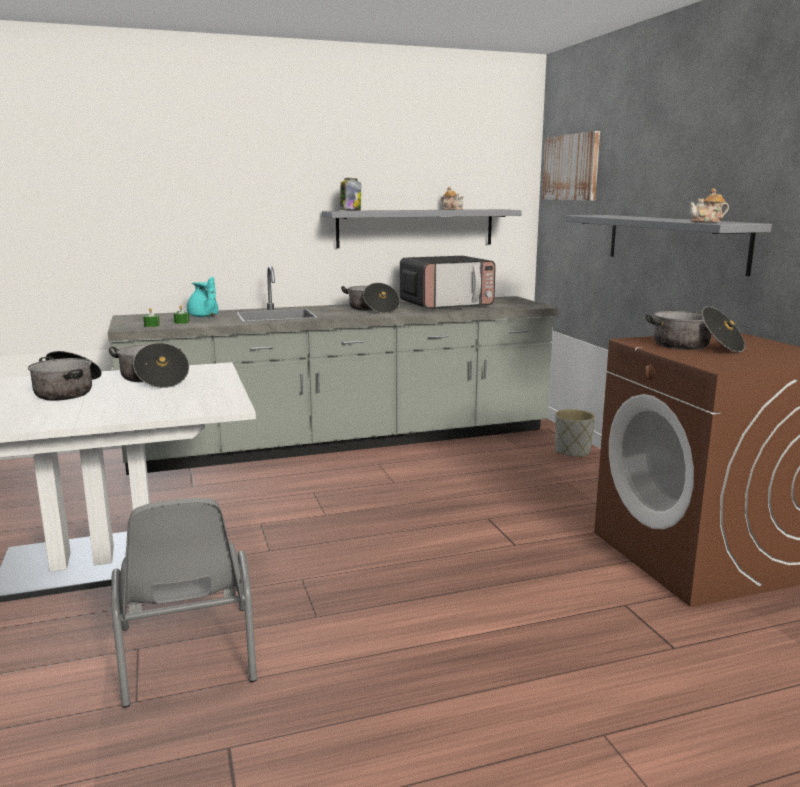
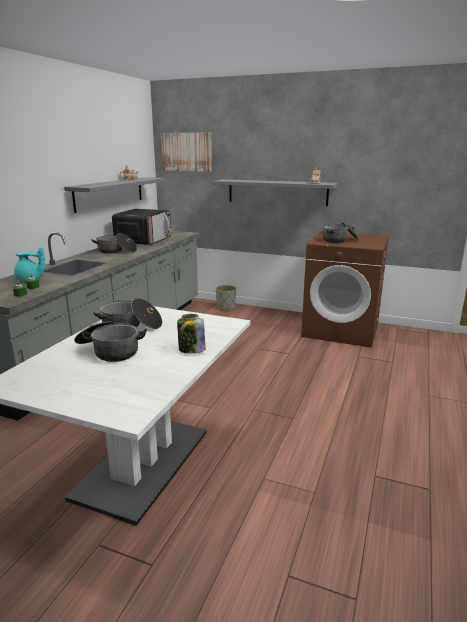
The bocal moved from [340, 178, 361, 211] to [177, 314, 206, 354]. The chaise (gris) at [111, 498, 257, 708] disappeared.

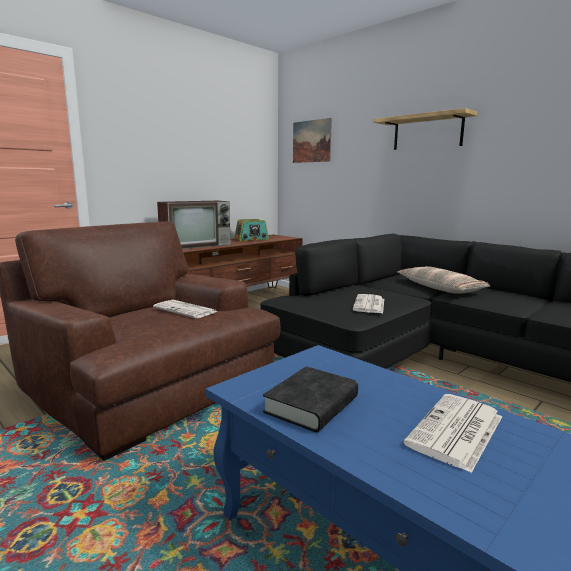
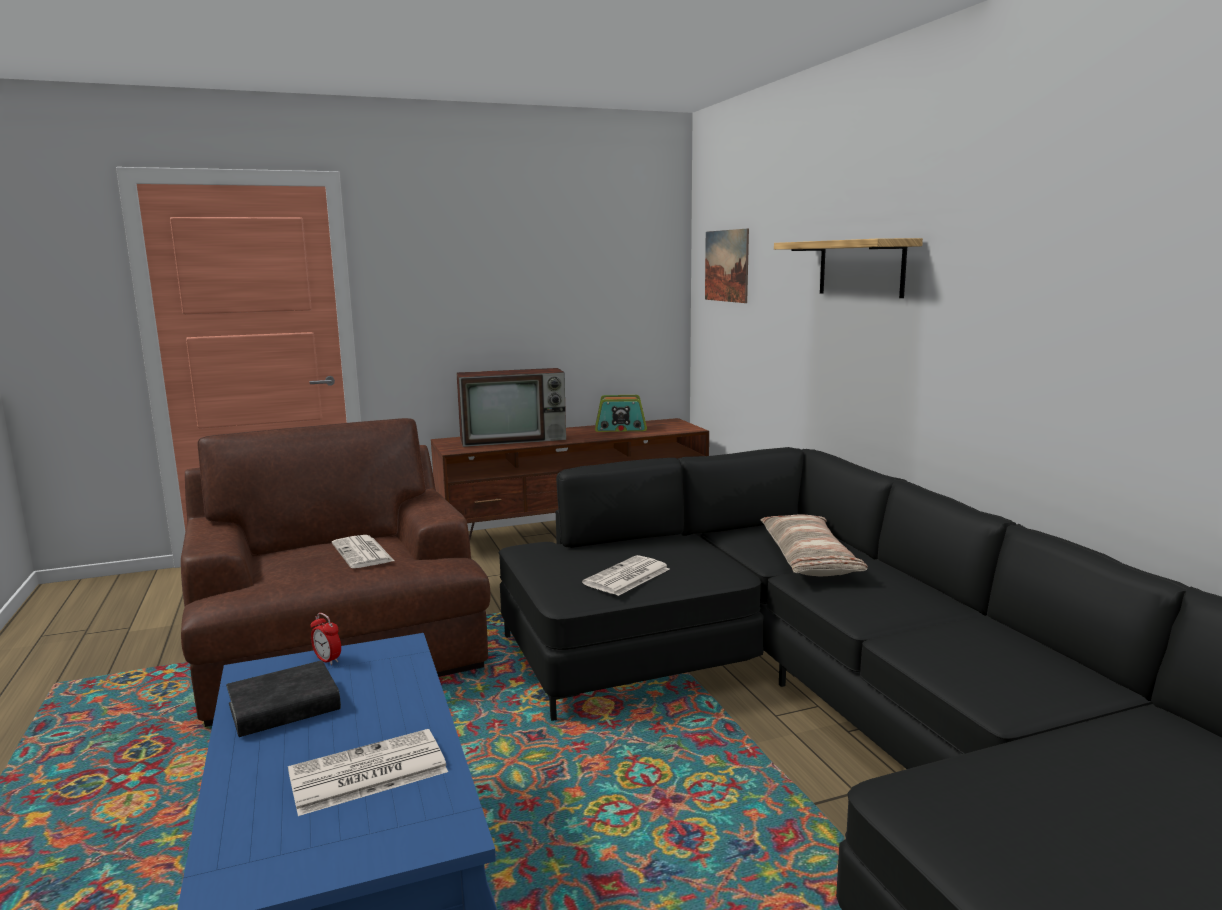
The réveil at [311, 613, 341, 665] appeared.

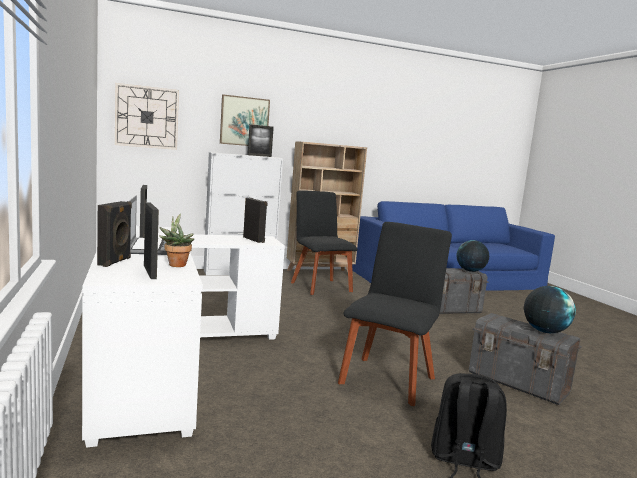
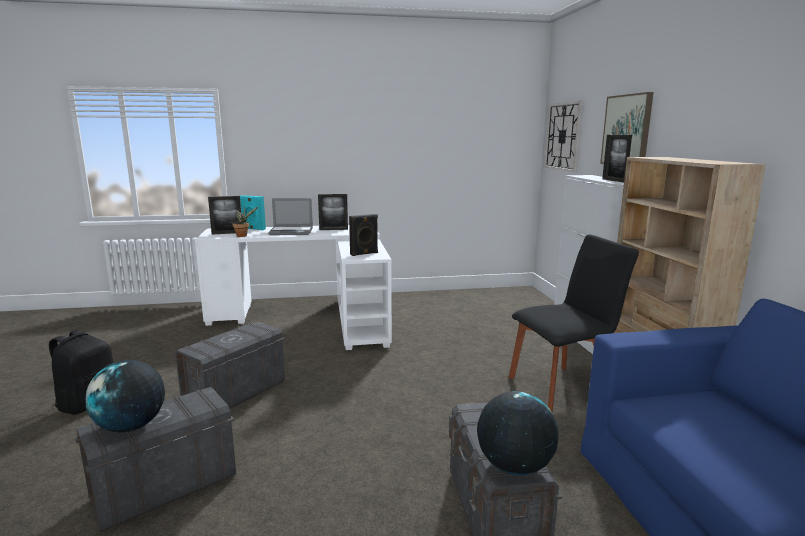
The chaise (noir) at [338, 222, 452, 406] was replaced by the boîte de rangement (gris) at [173, 321, 285, 409]. The enceinte (noir) at [97, 201, 132, 267] became the enceinte (turquoise) at [240, 195, 266, 230].

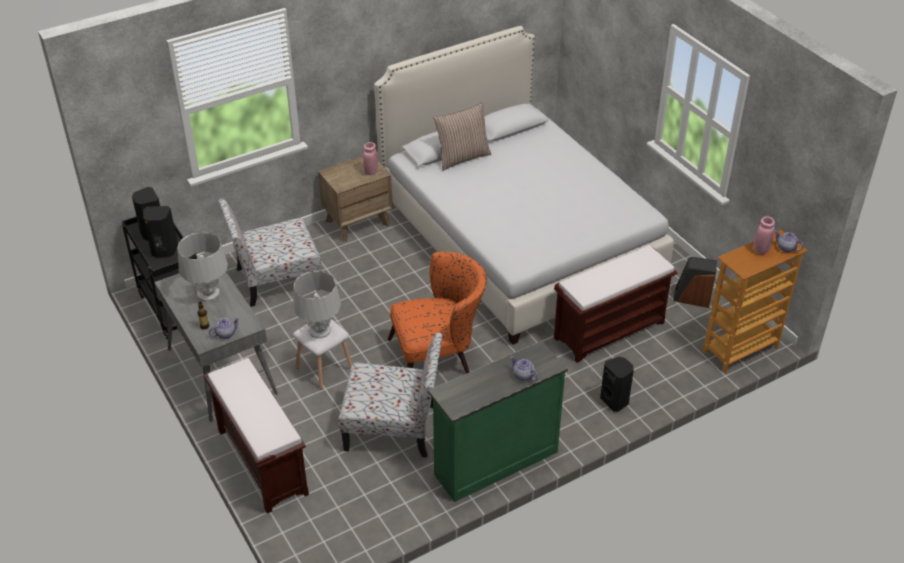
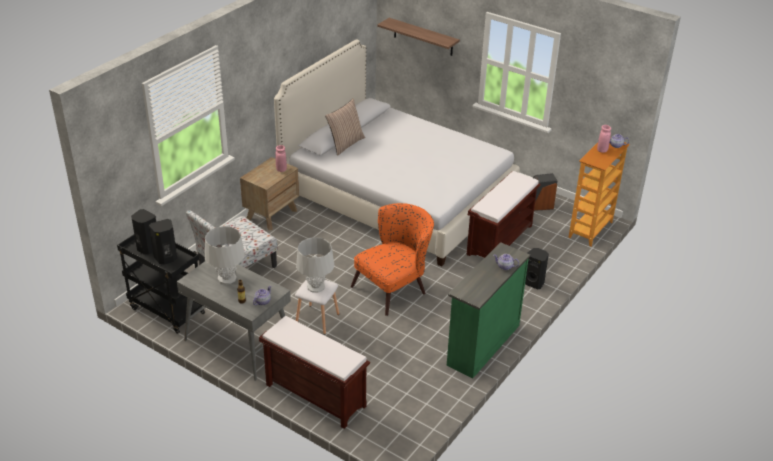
The étagère at [377, 18, 460, 56] appeared. The chaise at [338, 333, 443, 458] disappeared.

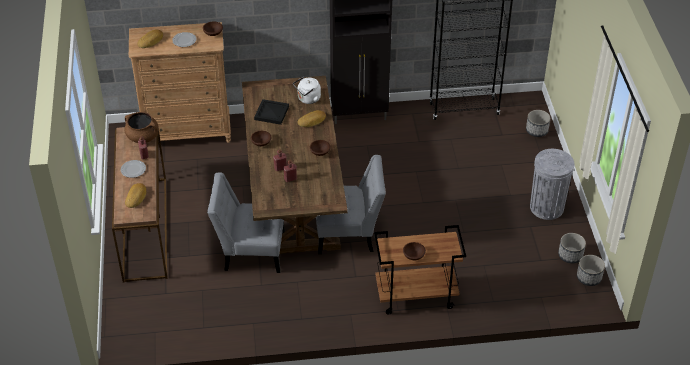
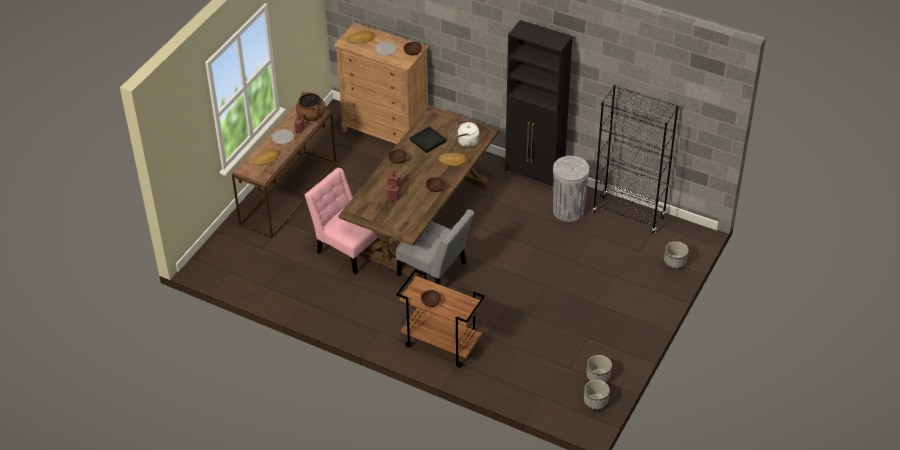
The chaise (gris) at [207, 172, 285, 273] became the chaise (rose) at [305, 168, 378, 275]. The poubelle (gris) moved from [530, 149, 575, 220] to [553, 156, 589, 222].

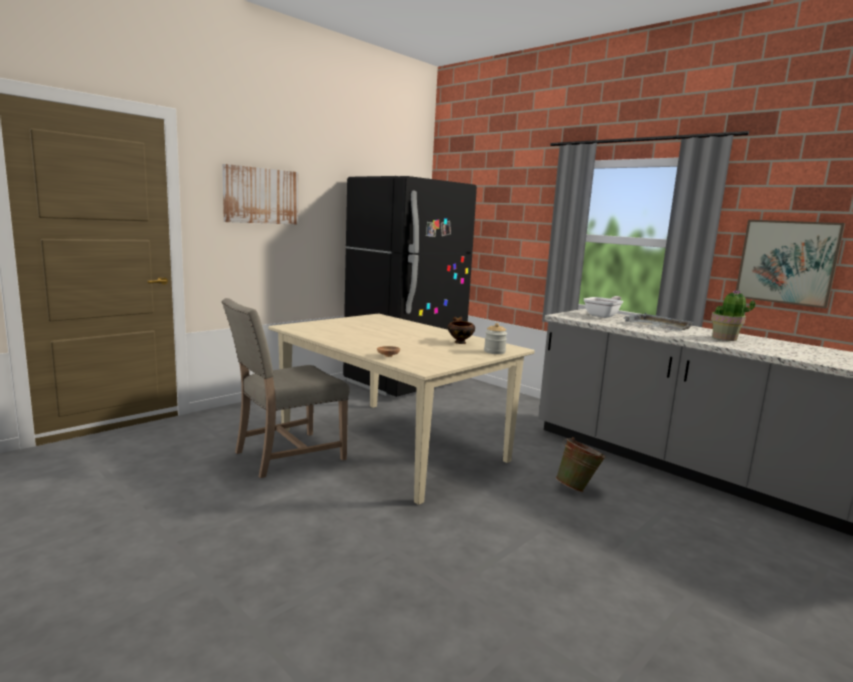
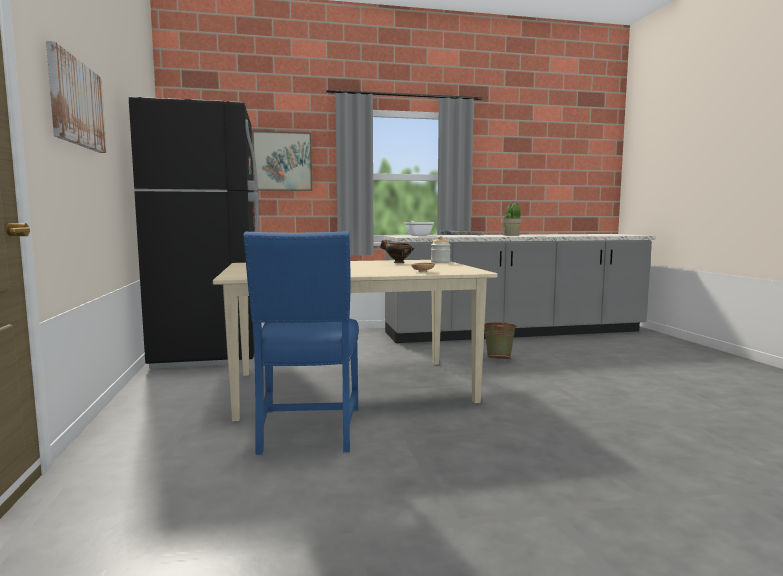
The chaise (beige) at [221, 298, 350, 478] became the chaise (bleu) at [243, 231, 359, 455]. The tableau moved from [736, 220, 845, 308] to [252, 131, 312, 191].

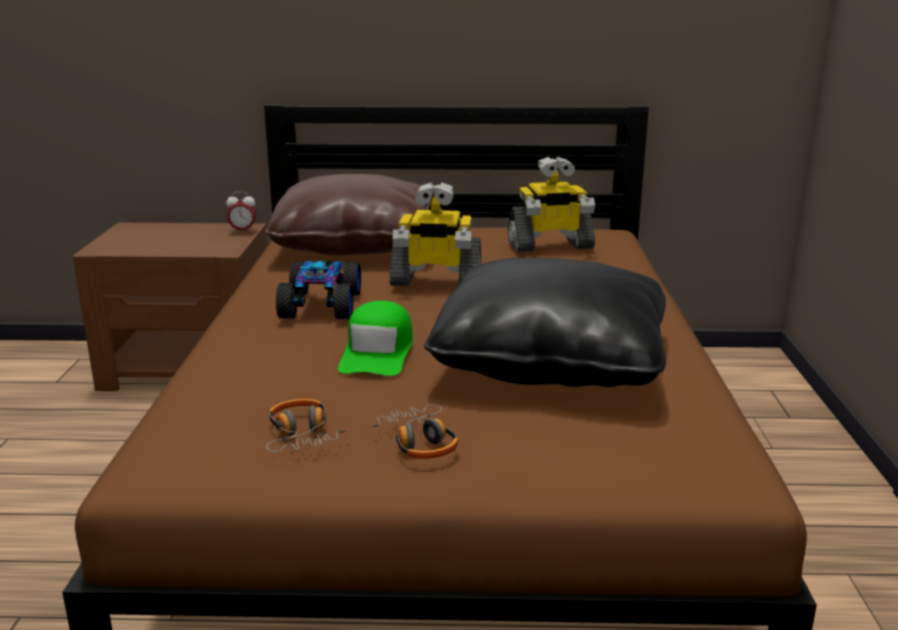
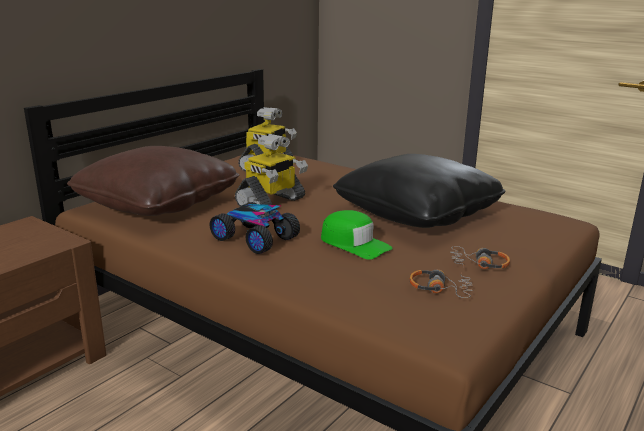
The réveil at [226, 192, 257, 233] disappeared.

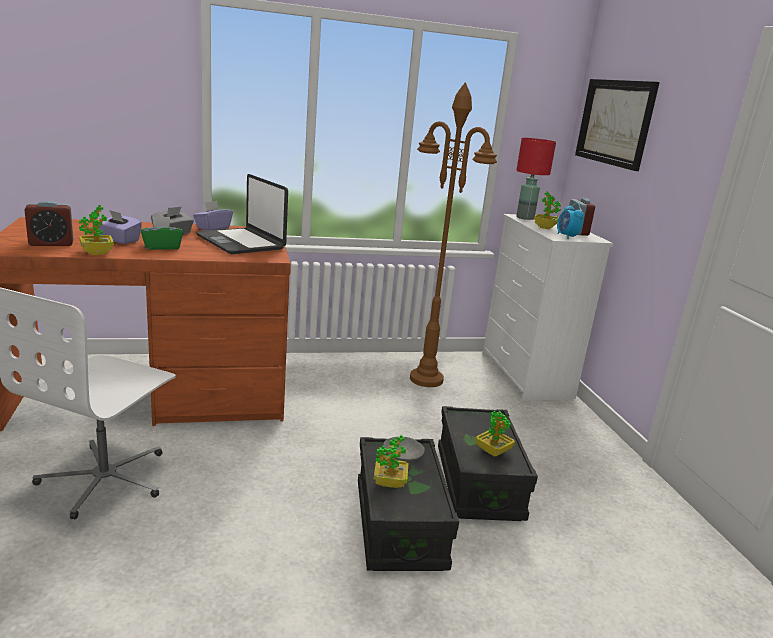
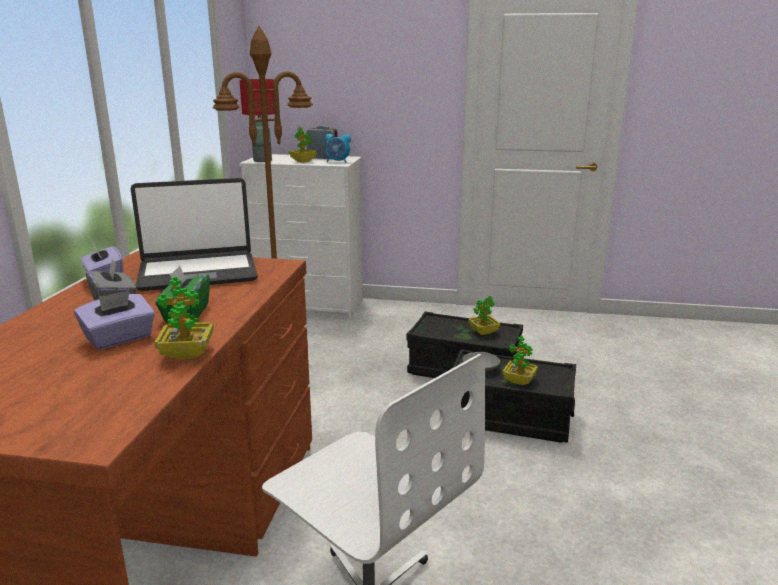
The réveil at [24, 201, 74, 246] disappeared. The tableau at [575, 79, 660, 171] disappeared.

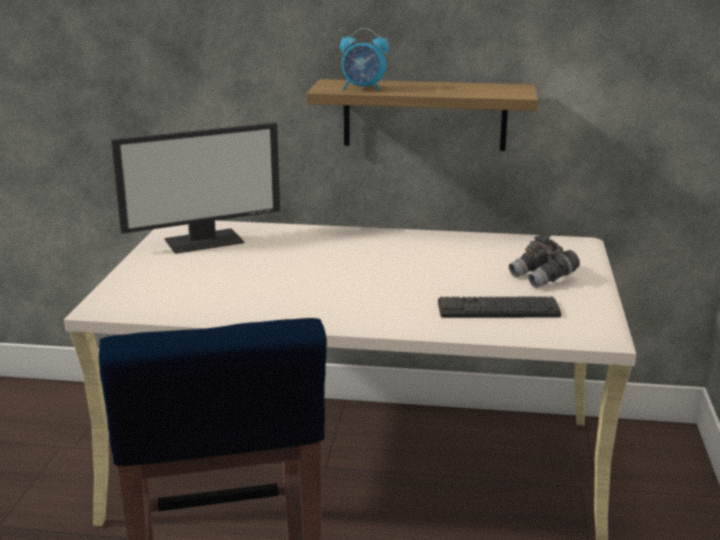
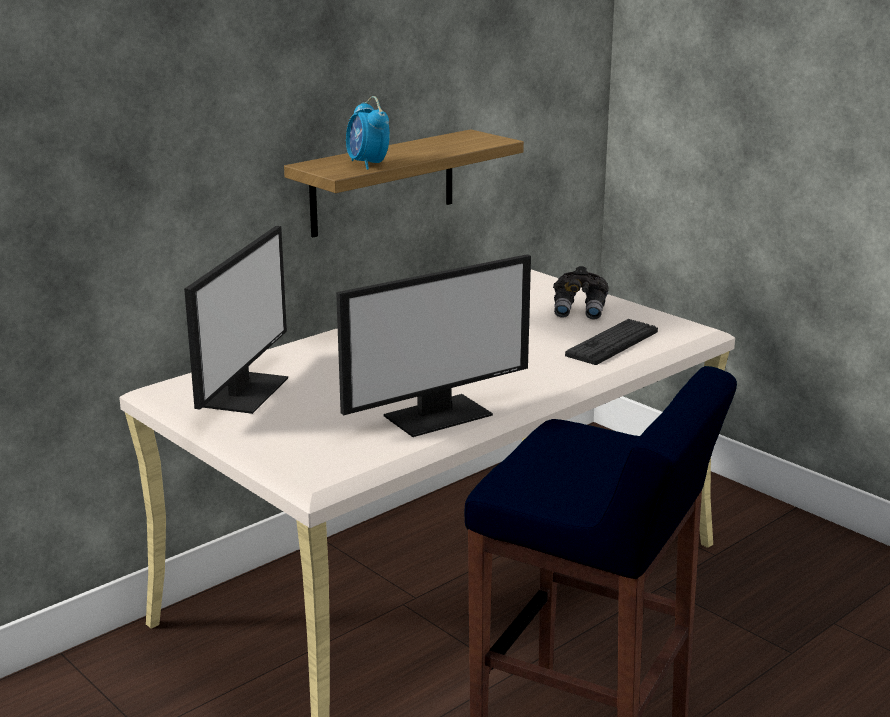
The écran d'ordinateur at [336, 254, 531, 437] appeared. The réveil at [340, 28, 389, 91] turned 105 degrees clockwise.

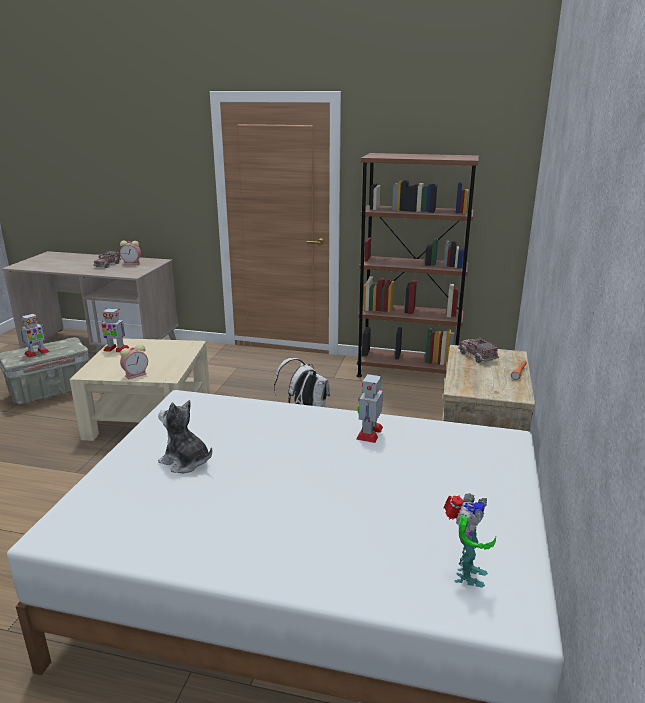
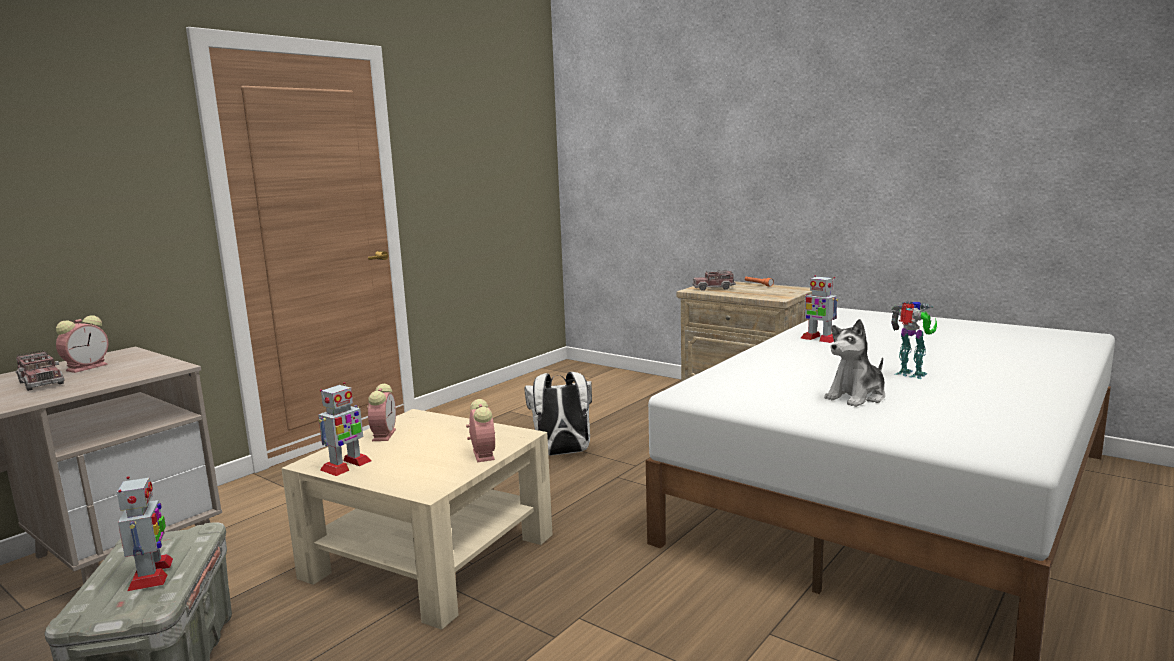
The réveil at [367, 384, 396, 441] appeared. The robot jouet moved from [444, 493, 496, 588] to [891, 300, 937, 379]. The bibliothèque (marron) at [357, 153, 479, 377] disappeared.

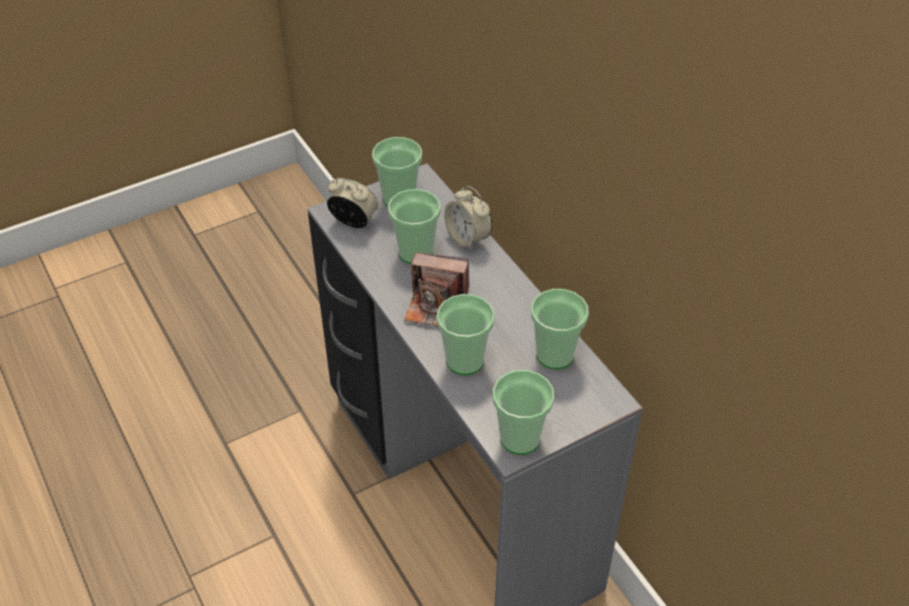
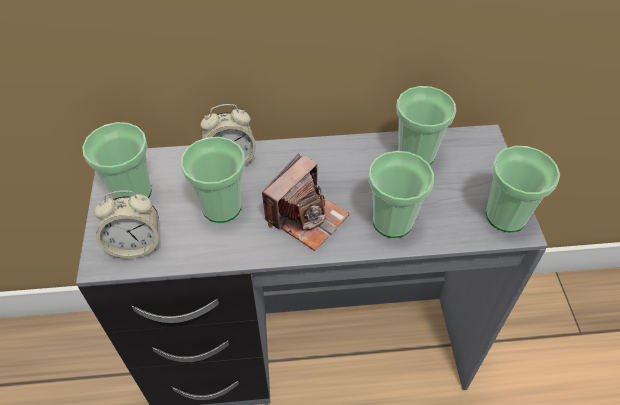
The réveil at [327, 178, 379, 228] turned 150 degrees counterclockwise.

